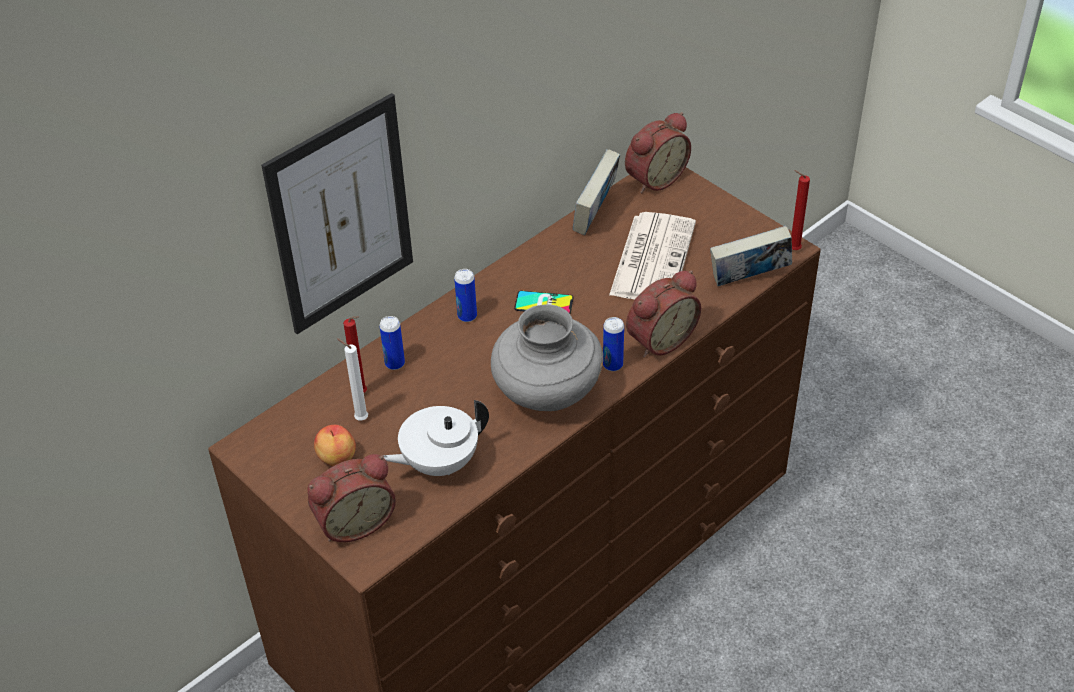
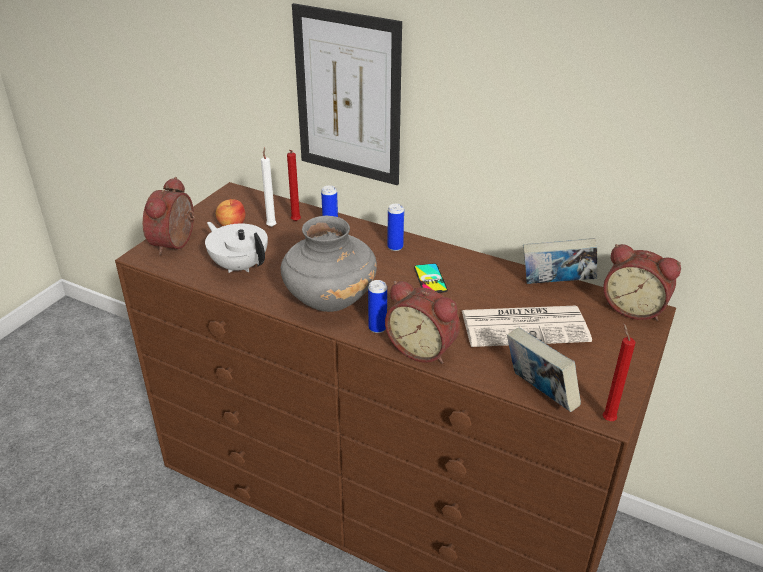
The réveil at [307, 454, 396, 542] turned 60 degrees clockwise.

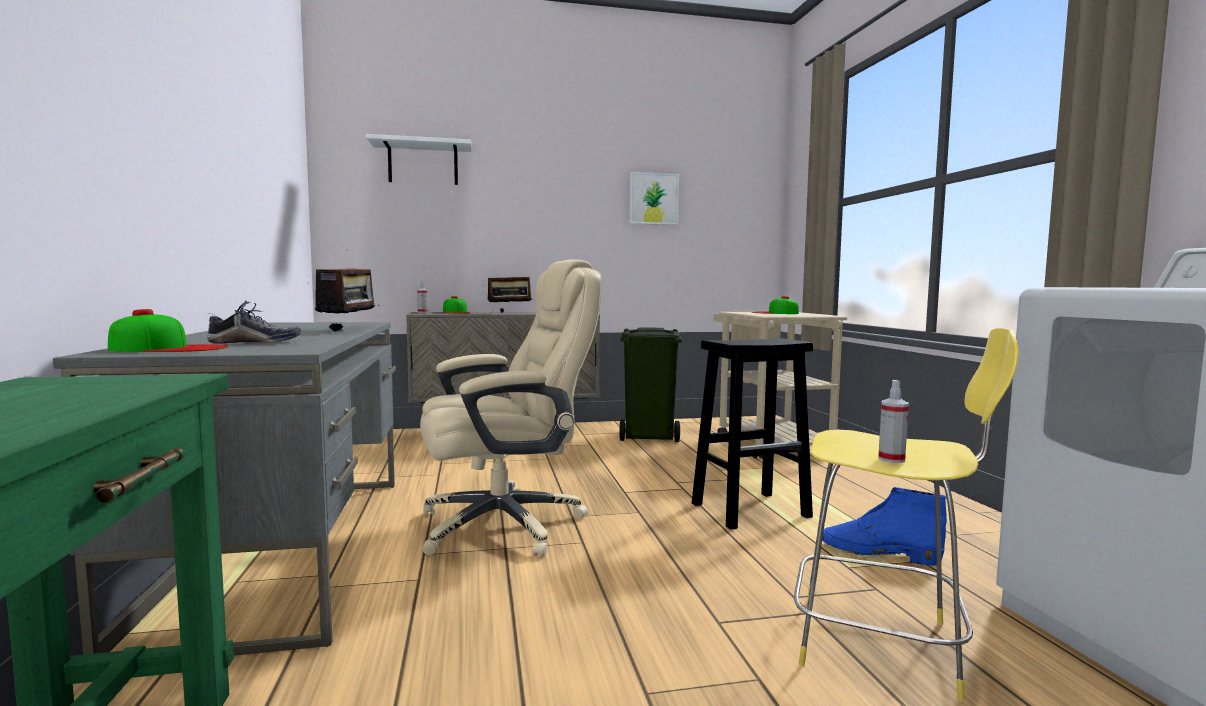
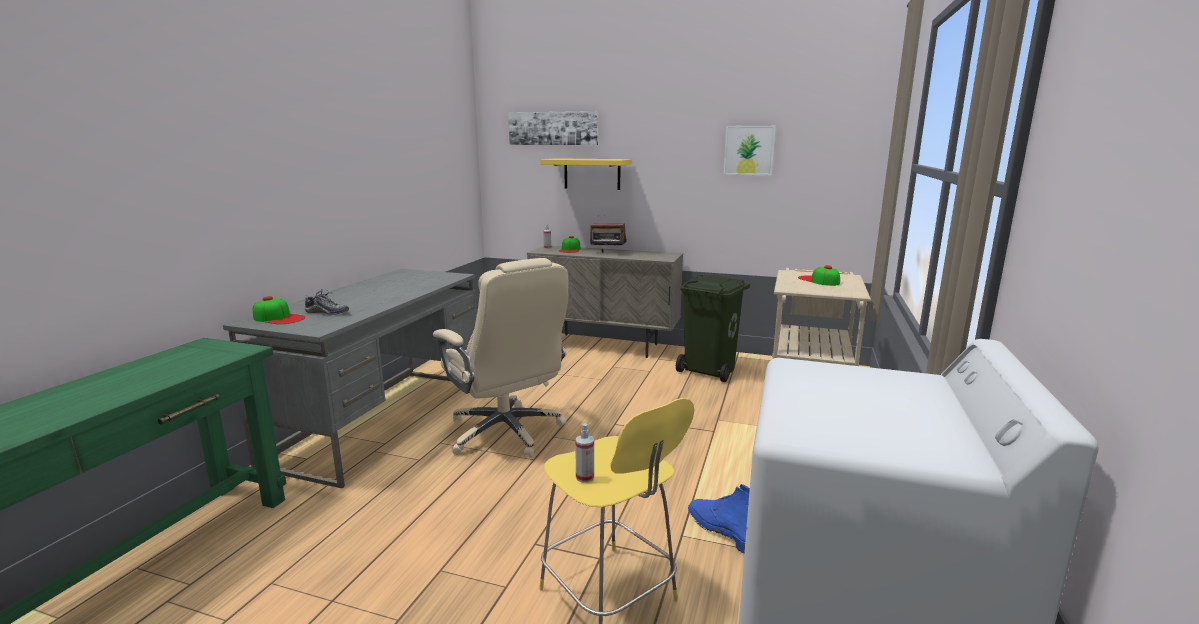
The chaise de bureau (beige) at [420, 259, 602, 557] turned 45 degrees clockwise. The étagère (blanc) at [366, 134, 471, 185] was replaced by the tableau at [508, 111, 598, 145]. The étagère (jaune) at [540, 158, 631, 190] appeared. The radio at [315, 250, 379, 331] disappeared. The tabouret (noir) at [692, 338, 813, 530] disappeared.

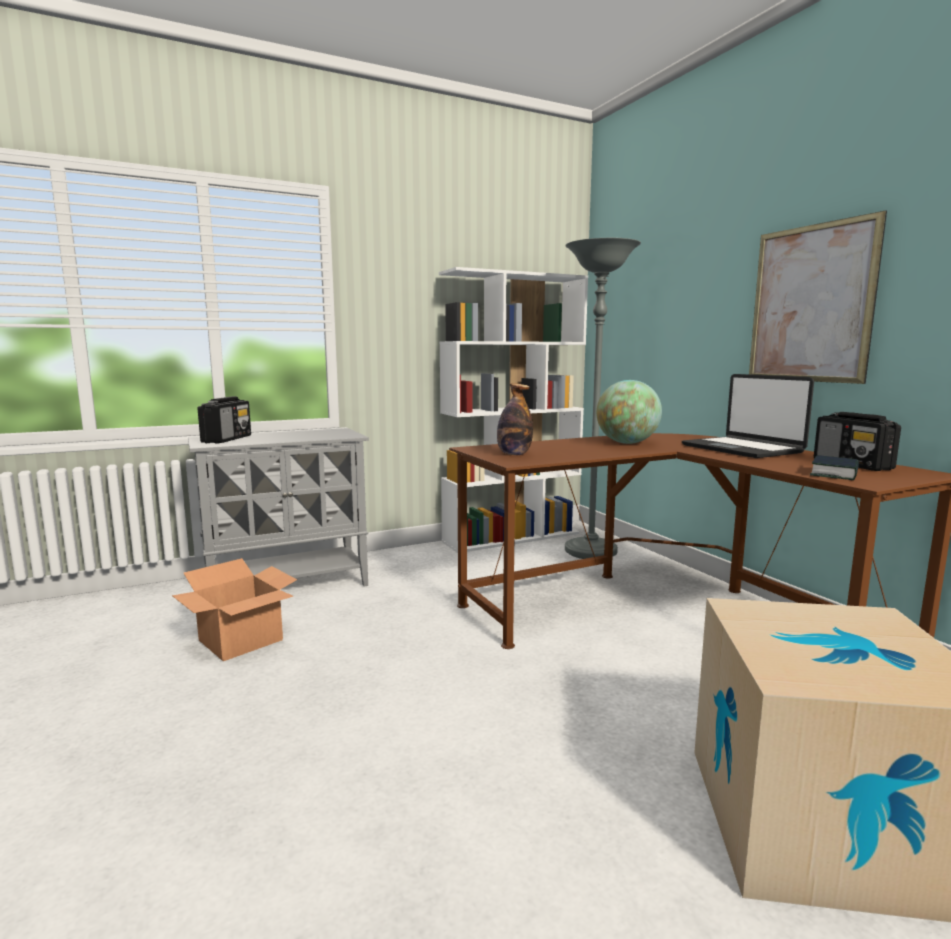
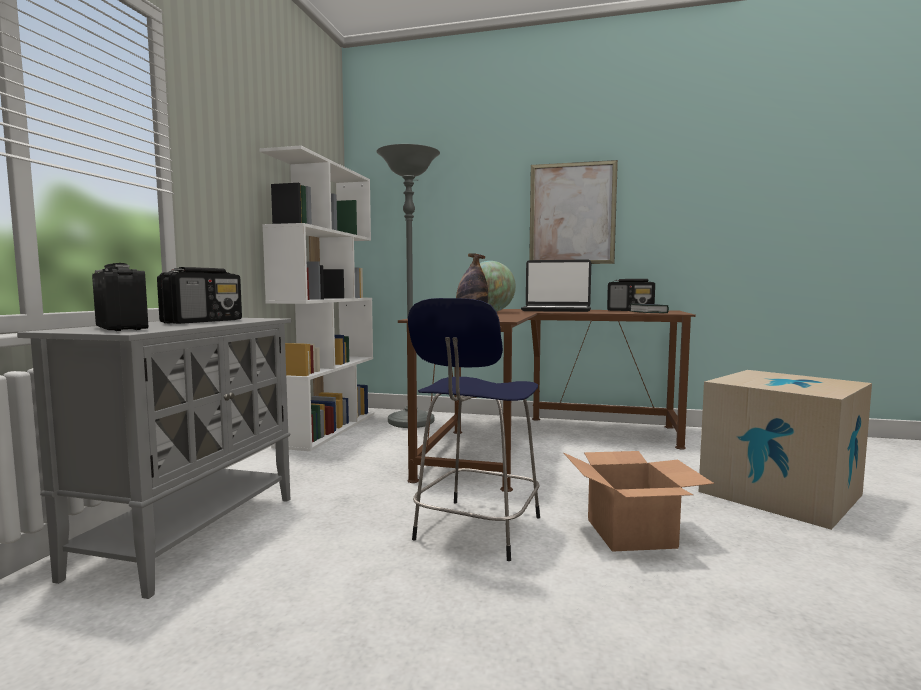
The radio at [157, 267, 242, 324] appeared. The tabouret (bleu) at [408, 298, 540, 561] appeared. The carton moved from [172, 558, 297, 661] to [563, 451, 714, 552].

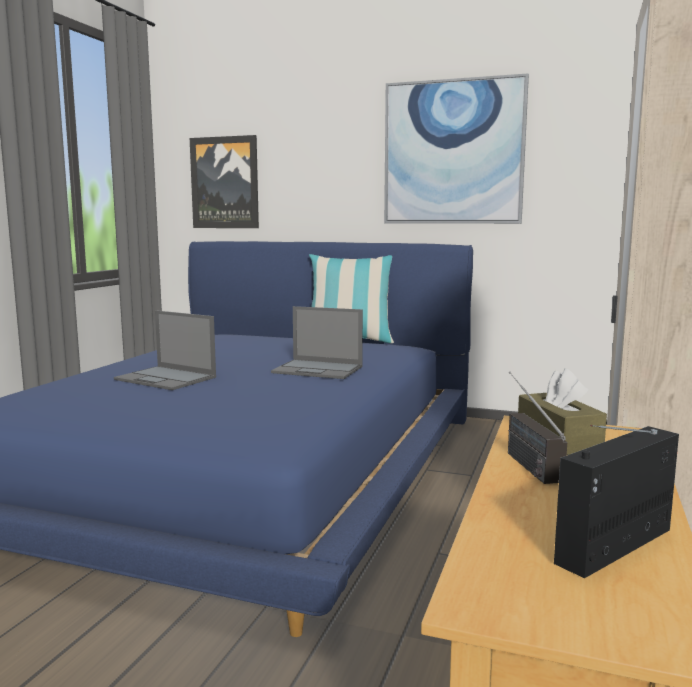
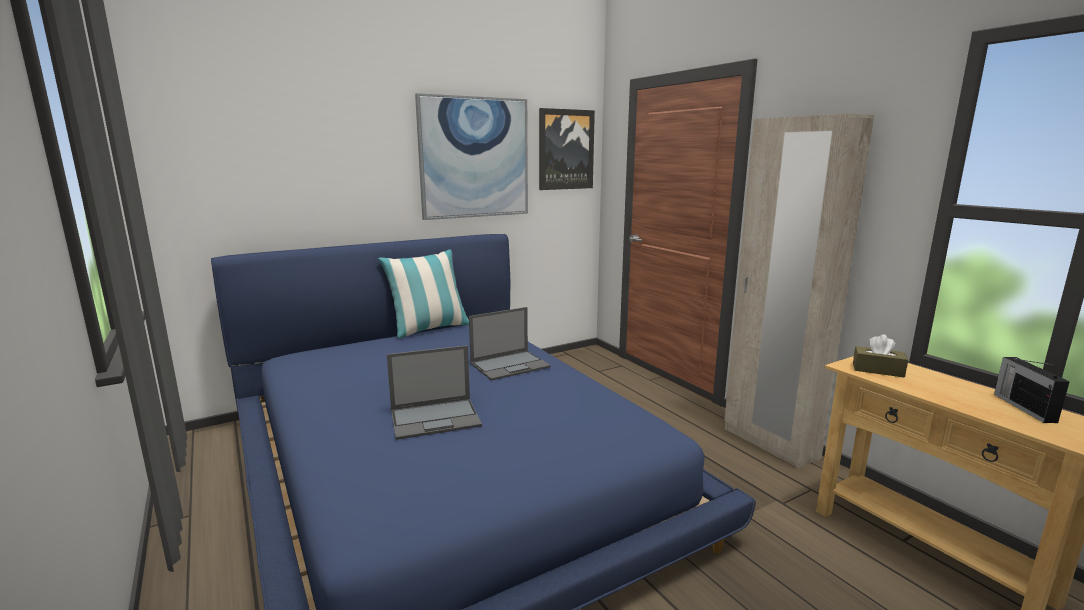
The tableau moved from [190, 135, 259, 228] to [539, 108, 595, 190]. The radio at [508, 372, 567, 484] disappeared.

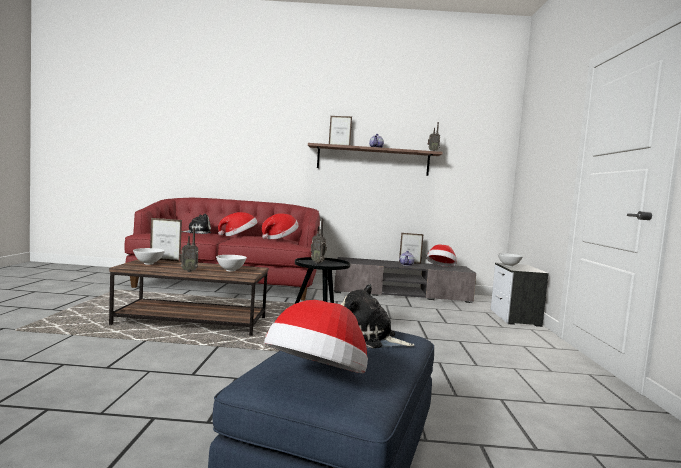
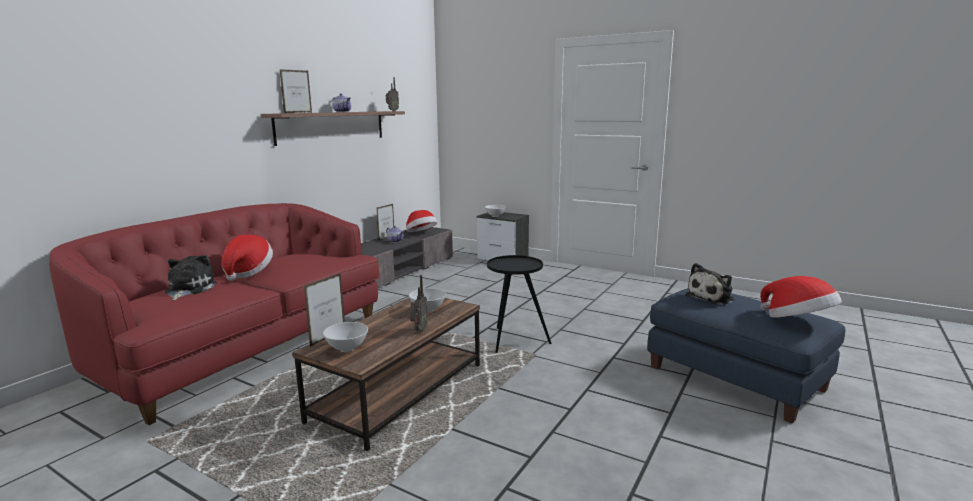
The chapeau at [262, 213, 299, 239] disappeared. The radio at [311, 219, 327, 264] disappeared.

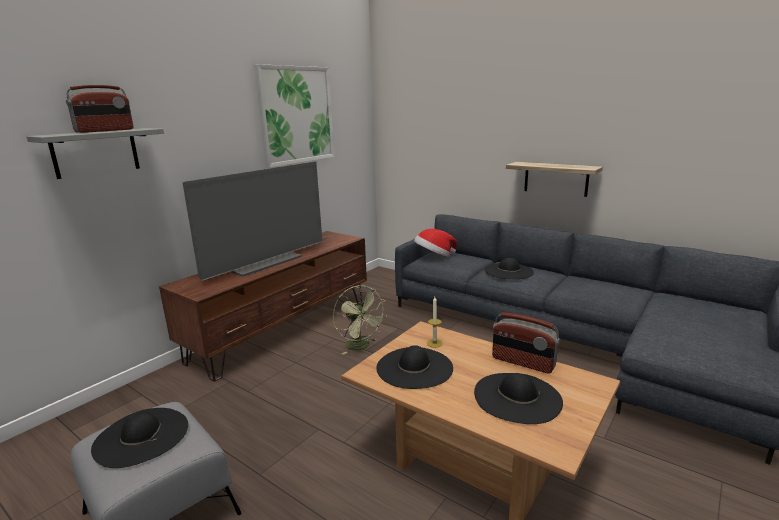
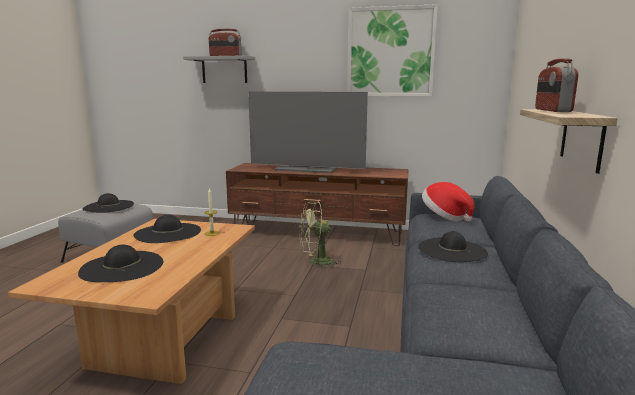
The ventilateur (vert) at [333, 285, 387, 355] turned 45 degrees clockwise. The radio moved from [492, 312, 560, 374] to [535, 58, 578, 112].

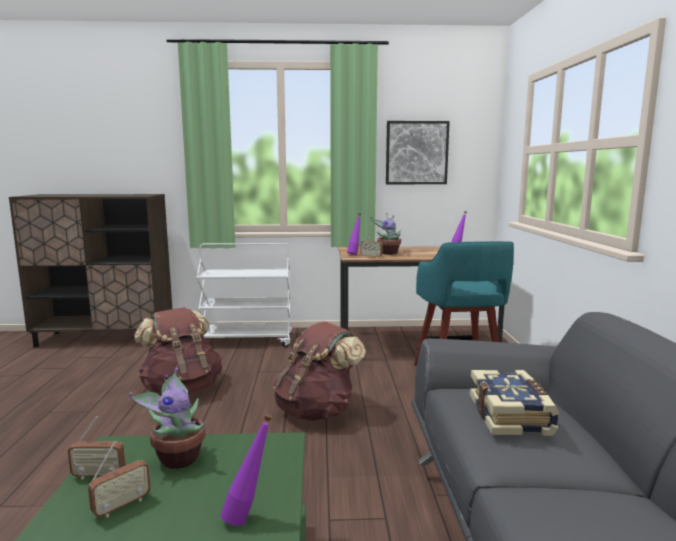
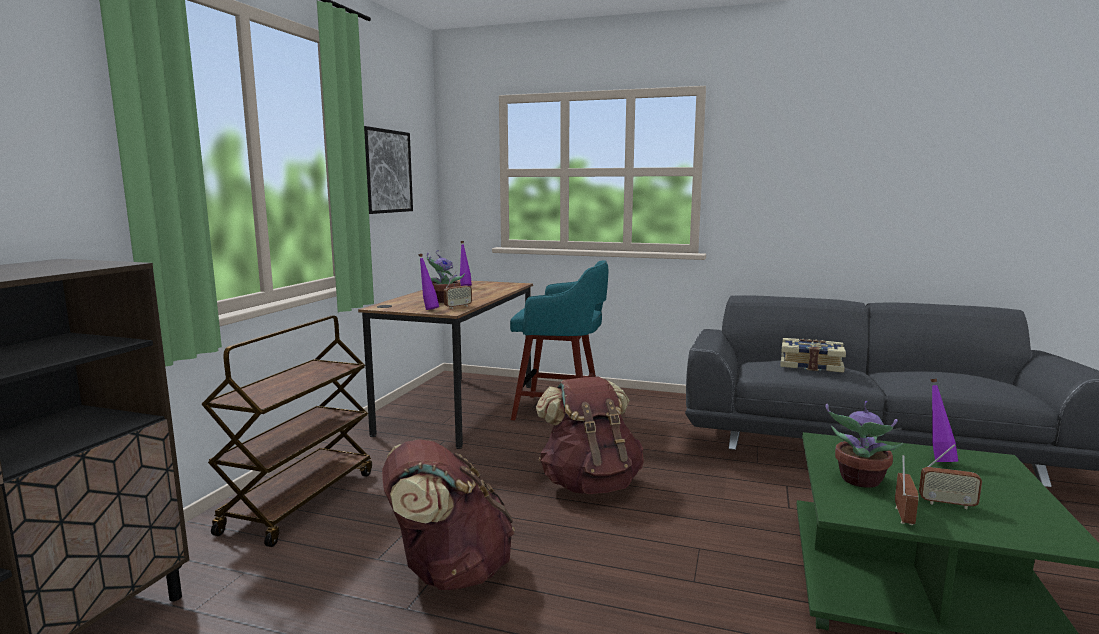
The chariot (blanc) at [197, 243, 292, 347] became the chariot (marron) at [201, 315, 372, 547]. The radio at [88, 442, 151, 518] turned 135 degrees clockwise.

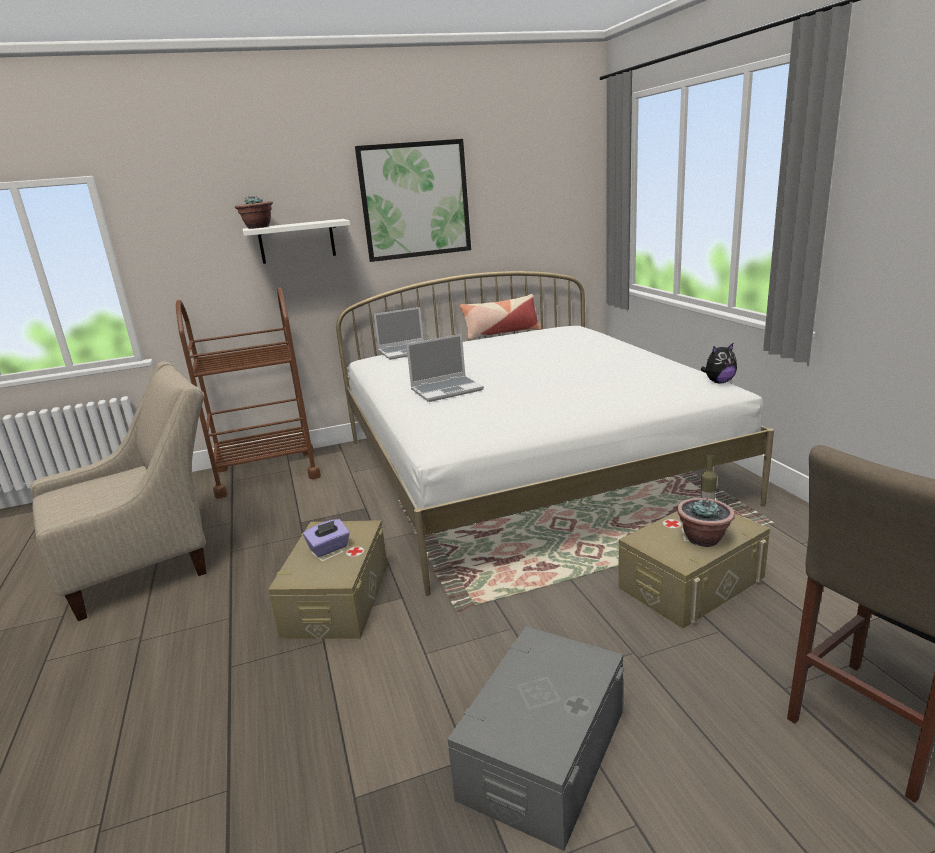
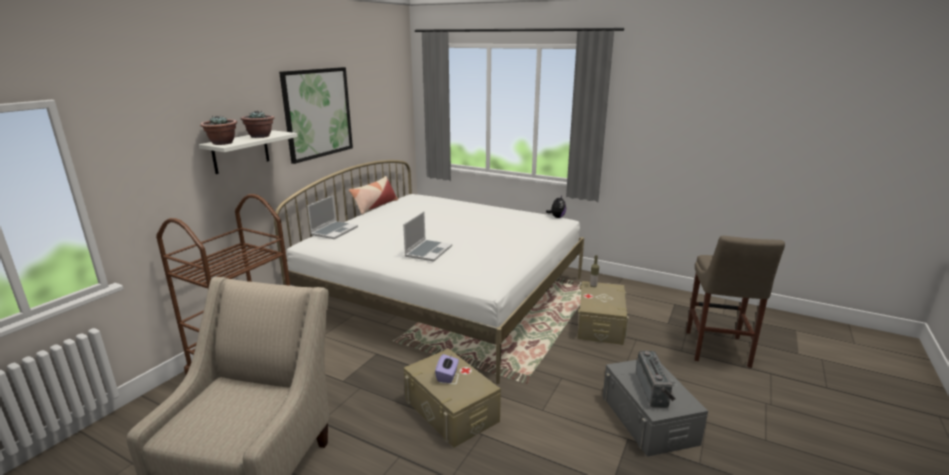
The plante en pot moved from [677, 498, 735, 547] to [240, 110, 274, 138]. The radio at [636, 351, 676, 408] appeared.

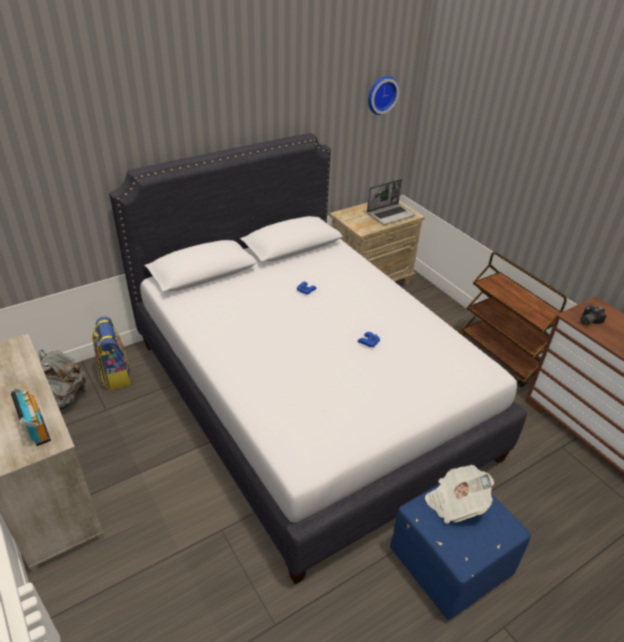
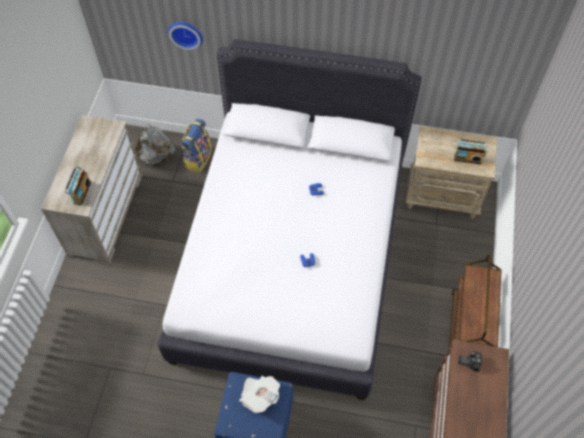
The horloge murale moved from [368, 76, 399, 115] to [168, 22, 203, 50]. The ordinateur portable at [367, 179, 416, 225] was replaced by the radio at [454, 139, 488, 164].

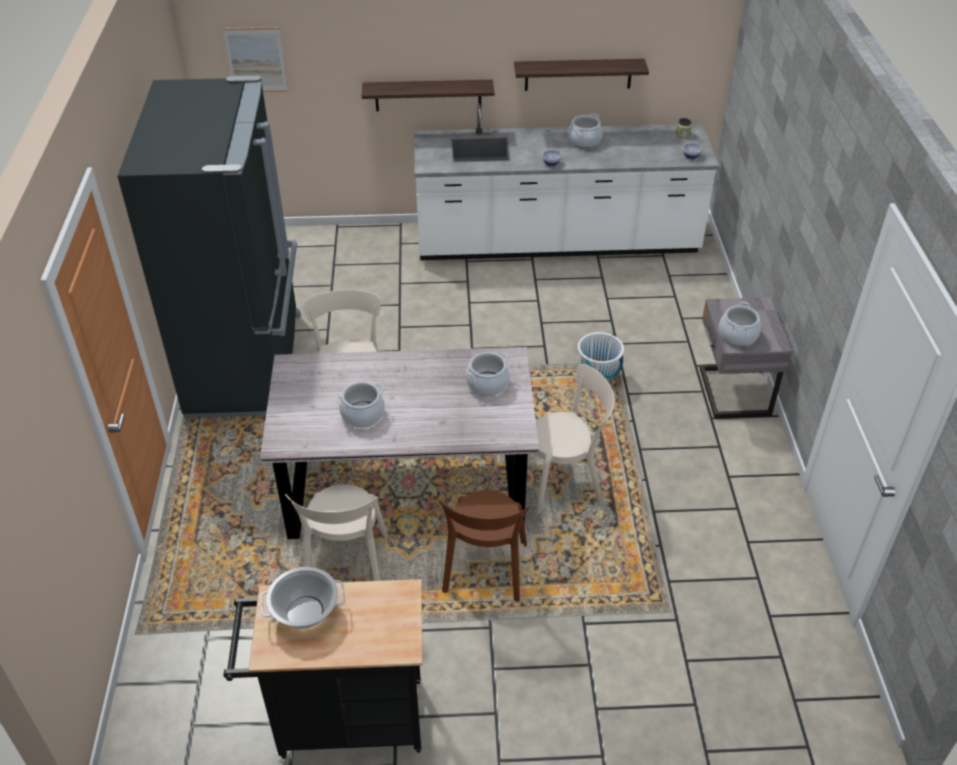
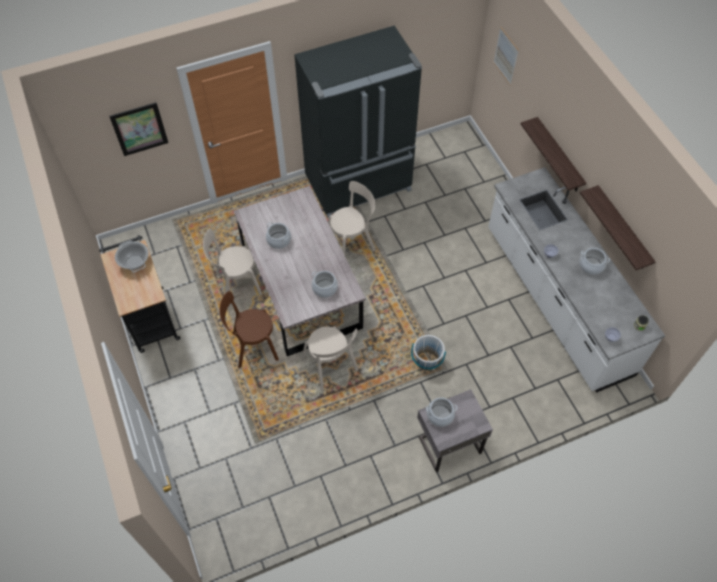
The tableau at [109, 102, 168, 156] appeared.

